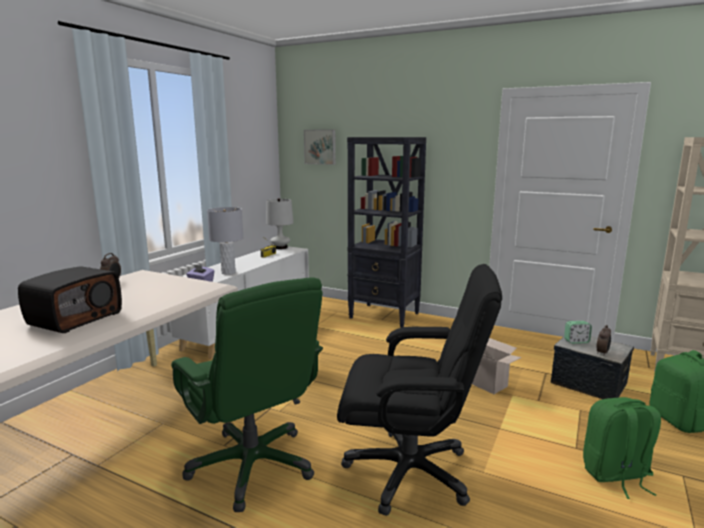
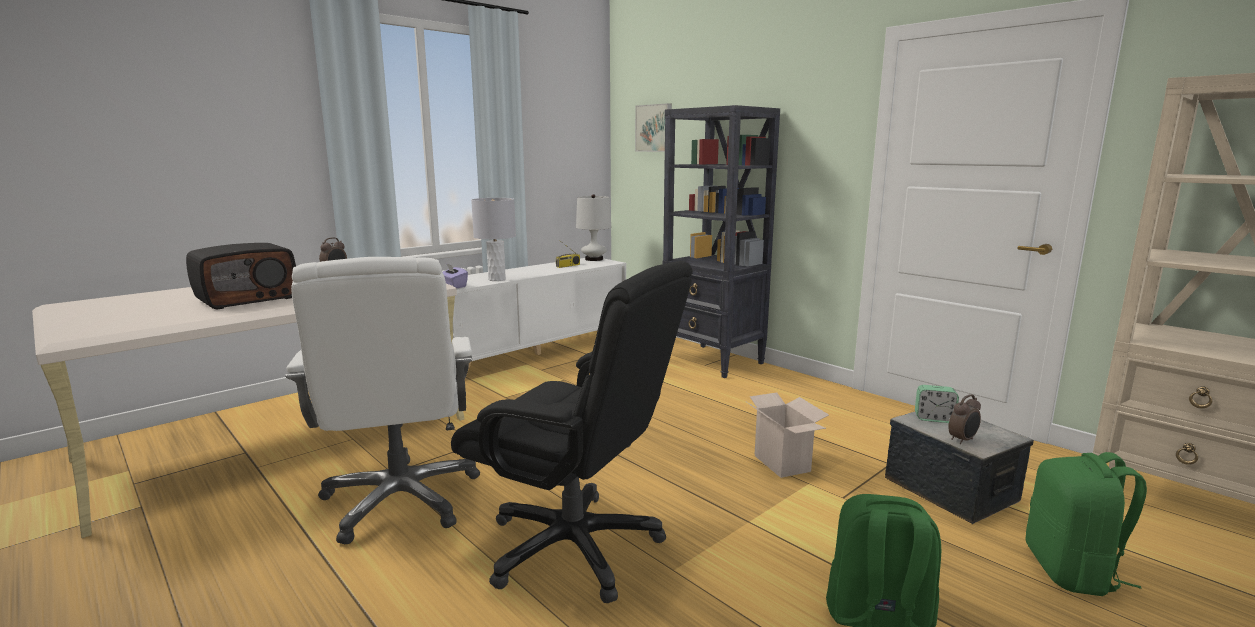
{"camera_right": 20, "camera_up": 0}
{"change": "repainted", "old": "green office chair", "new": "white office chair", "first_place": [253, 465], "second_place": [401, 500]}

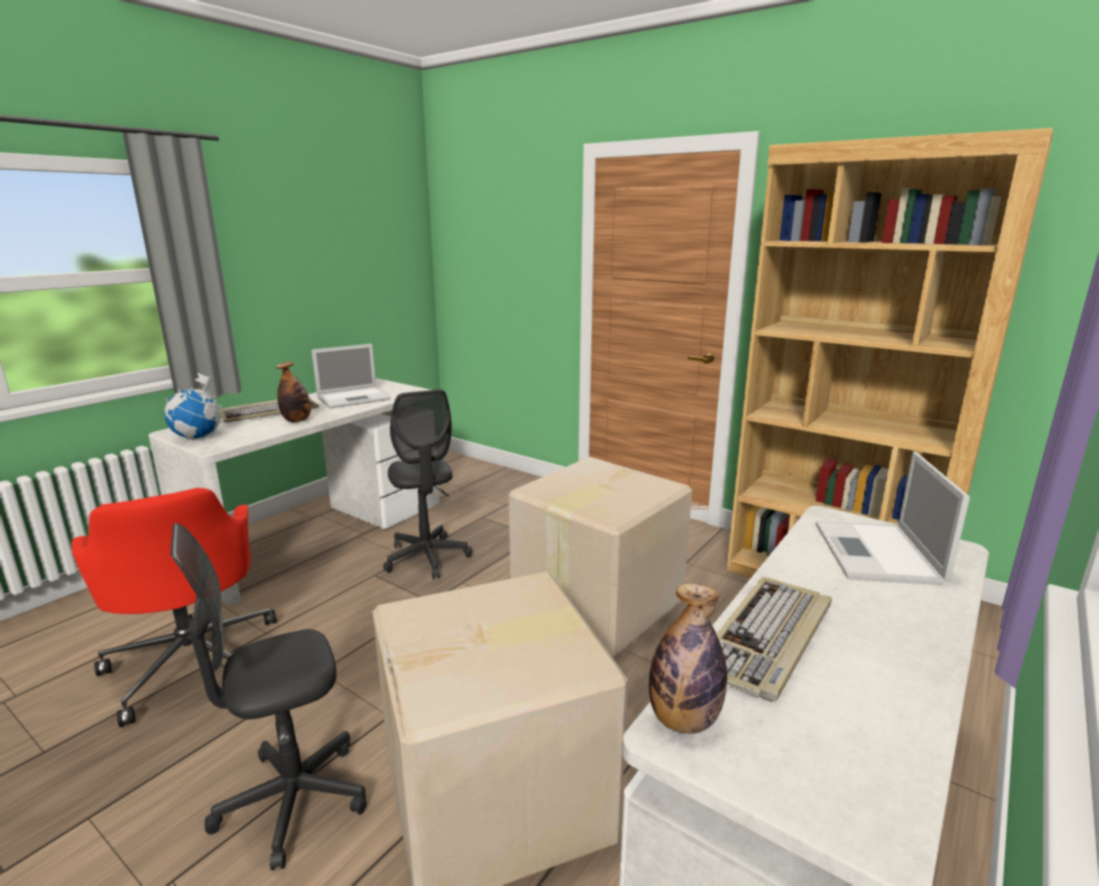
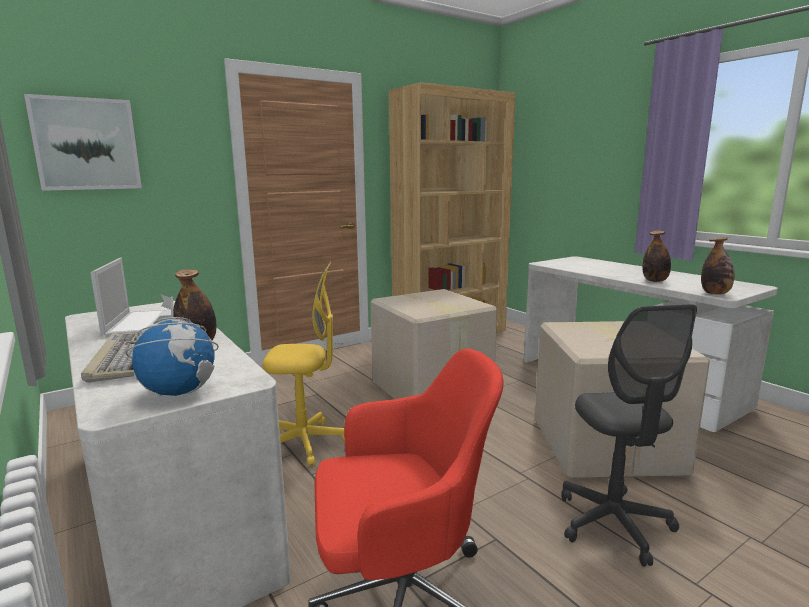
{"camera_right": -70, "camera_up": -5}
{"change": "gone", "old": "laptop", "first_place": [878, 554]}
{"change": "new", "new": "picture", "second_place": [86, 144]}
{"change": "swapped", "old": "keyboard", "new": "bottle", "first_place": [767, 640], "second_place": [655, 281]}
{"change": "repainted", "old": "grey office chair", "new": "yellow office chair", "first_place": [427, 558], "second_place": [305, 444]}

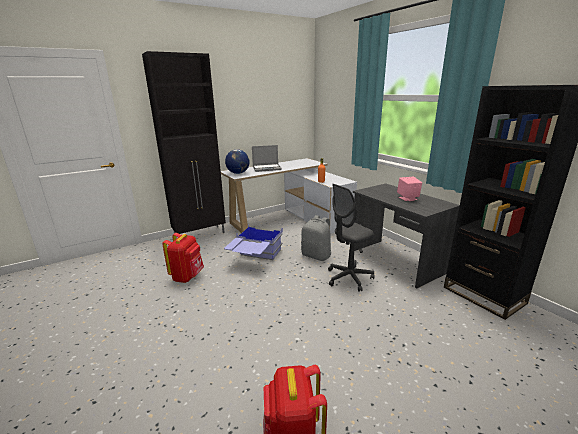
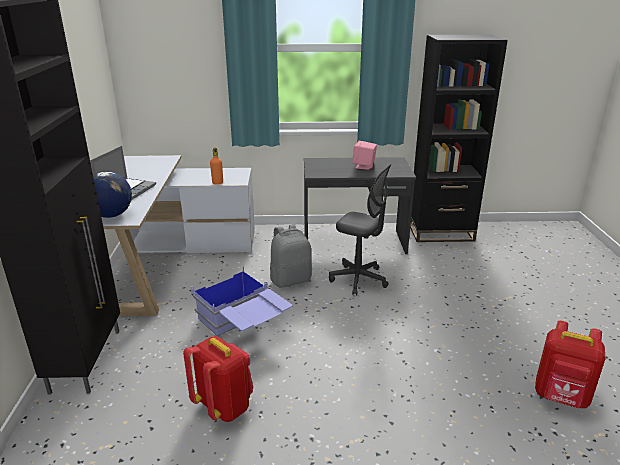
{"camera_right": -60, "camera_up": 5}
{"change": "rotated", "old": "grey office chair", "first_place": [349, 278], "second_place": [358, 279], "degrees": -60}

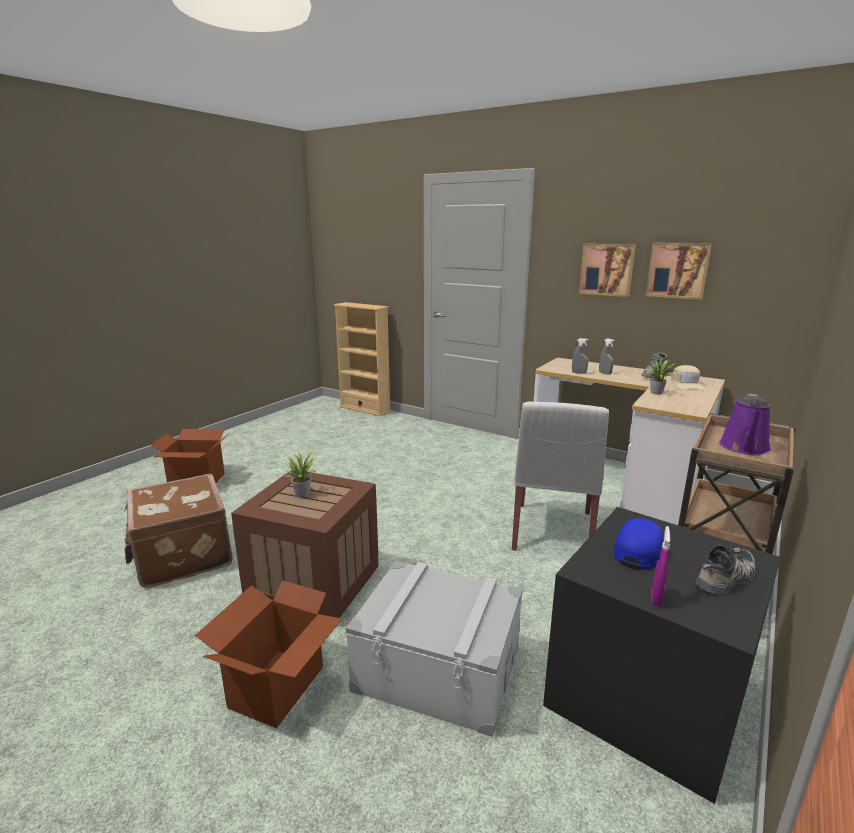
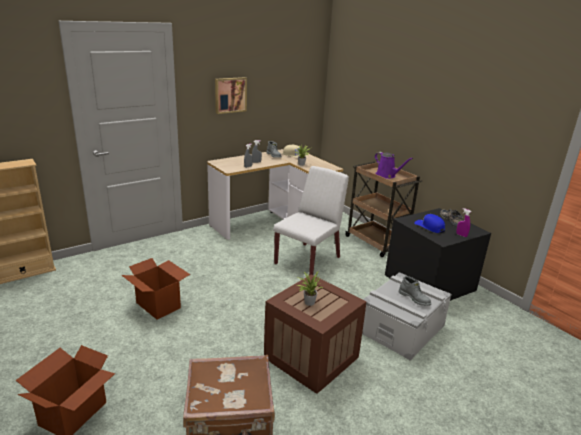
{"camera_right": -70, "camera_up": 5}
{"change": "gone", "old": "picture", "first_place": [678, 270]}
{"change": "new", "new": "grey boot", "second_place": [414, 298]}
{"change": "shifted", "old": "cardboard box", "first_place": [278, 687], "second_place": [159, 305]}
{"change": "rotated", "old": "white chair", "first_place": [552, 531], "second_place": [308, 260], "degrees": -90}

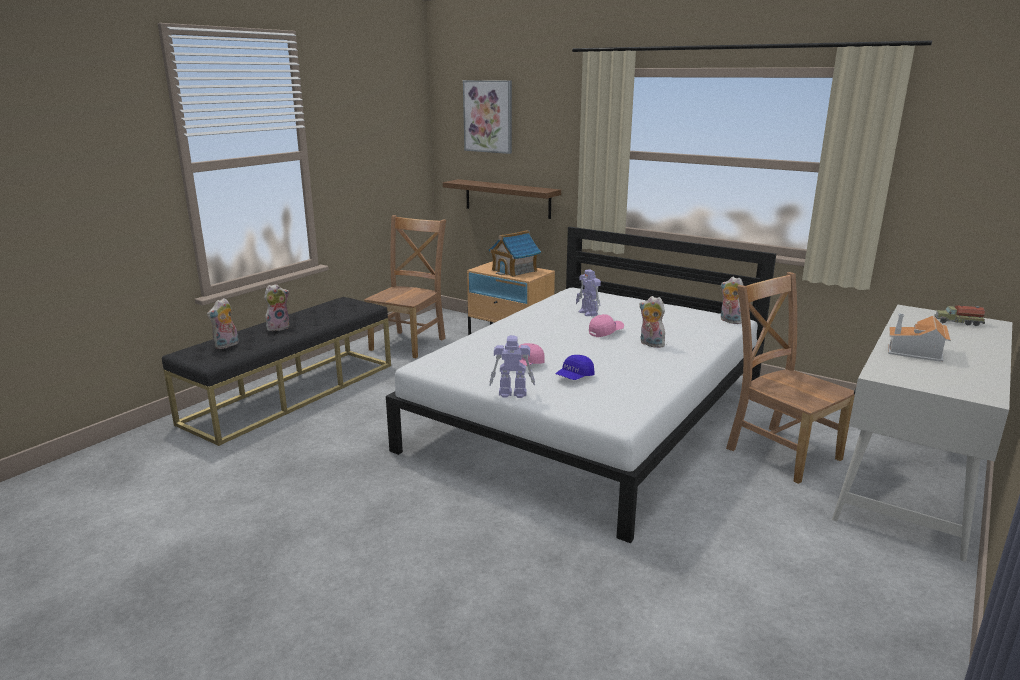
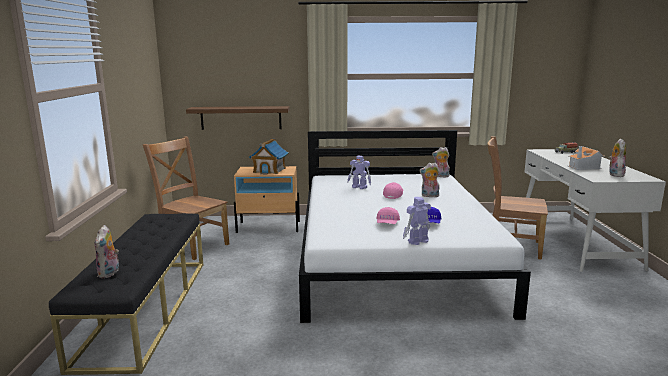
{"camera_right": -35, "camera_up": -5}
{"change": "gone", "old": "picture", "first_place": [488, 116]}
{"change": "shifted", "old": "plush toy", "first_place": [278, 327], "second_place": [614, 174]}
{"change": "rotated", "old": "brown chair", "first_place": [409, 343], "second_place": [193, 246], "degrees": -45}

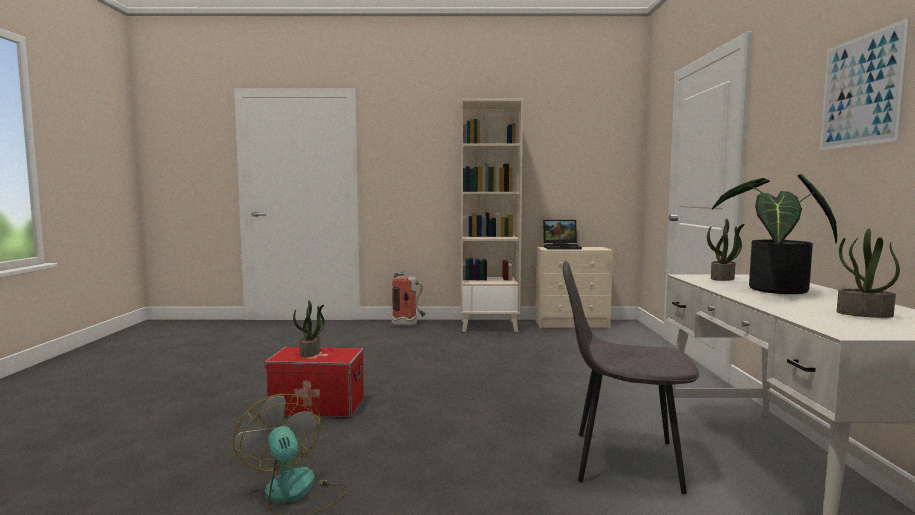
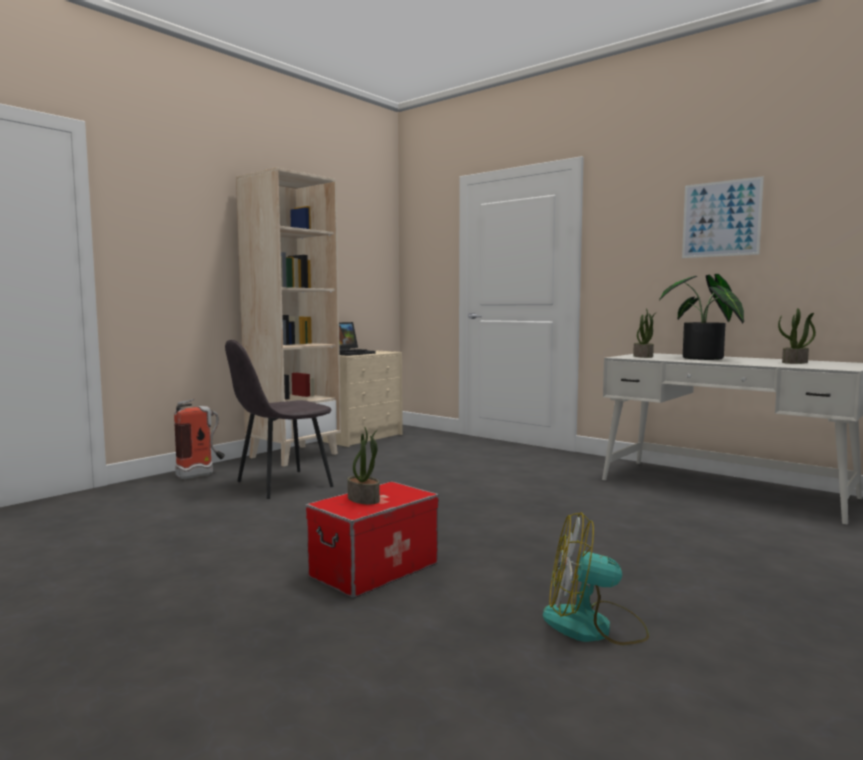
{"camera_right": -50, "camera_up": 0}
{"change": "shifted", "old": "grey chair", "first_place": [622, 460], "second_place": [281, 485]}

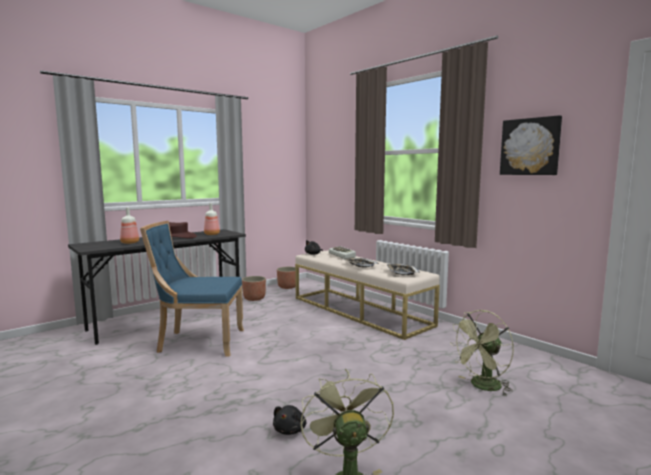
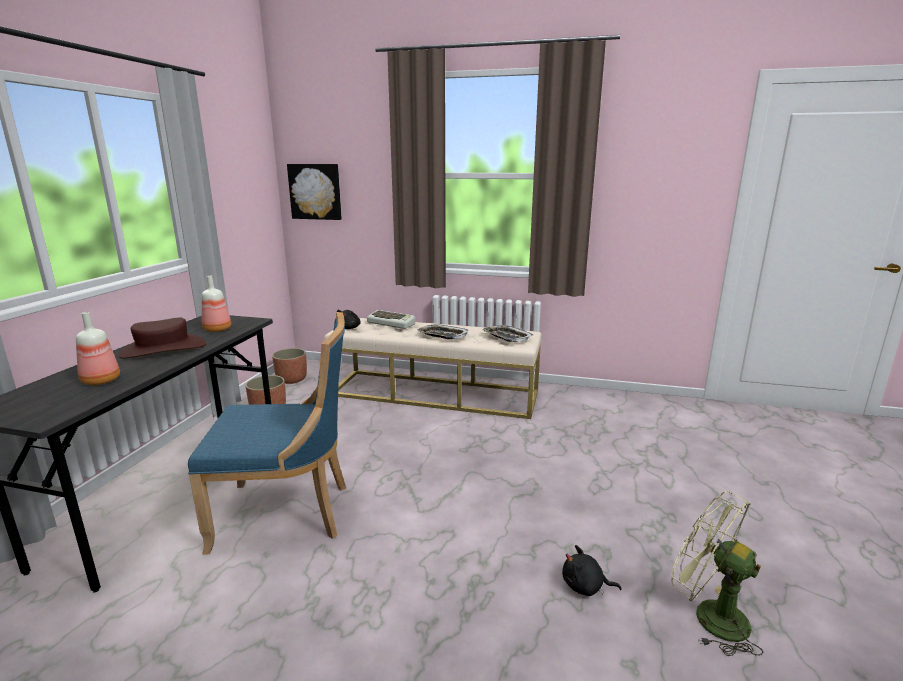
{"camera_right": -35, "camera_up": 10}
{"change": "gone", "old": "green fan", "first_place": [482, 387]}
{"change": "shifted", "old": "picture", "first_place": [530, 147], "second_place": [315, 191]}
{"change": "rotated", "old": "blue chair", "first_place": [198, 342], "second_place": [288, 513], "degrees": -150}
{"change": "rotated", "old": "black plush toy", "first_place": [290, 430], "second_place": [585, 586], "degrees": 120}

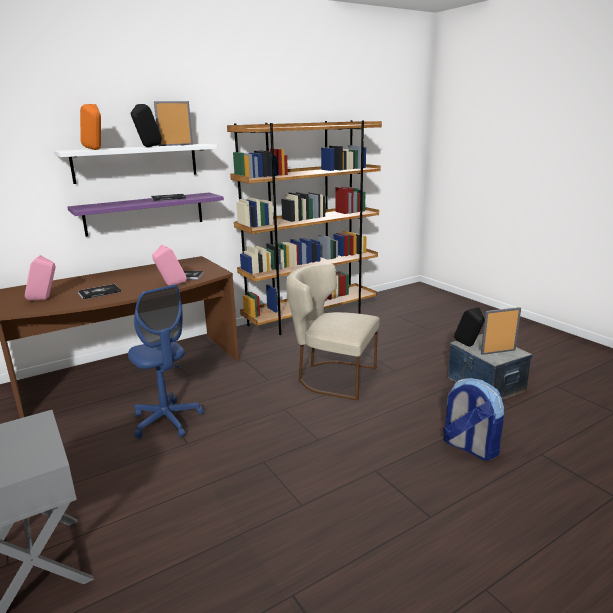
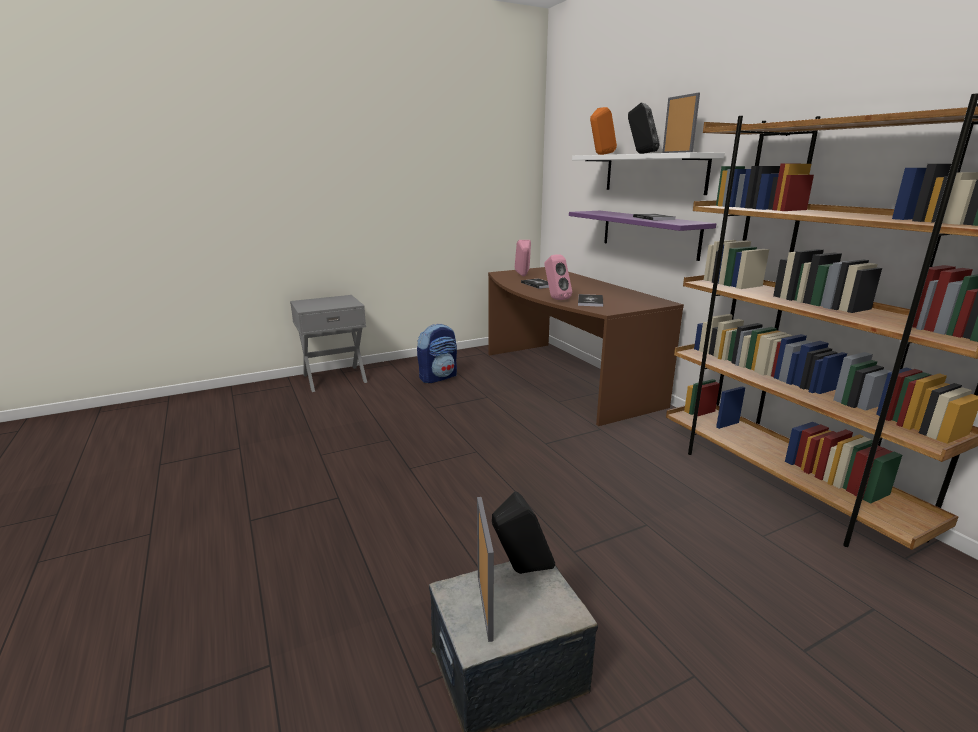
{"camera_right": 95, "camera_up": 0}
{"change": "gone", "old": "blue office chair", "first_place": [167, 421]}
{"change": "gone", "old": "beige chair", "first_place": [332, 377]}
{"change": "shifted", "old": "backpack", "first_place": [469, 447], "second_place": [438, 377]}

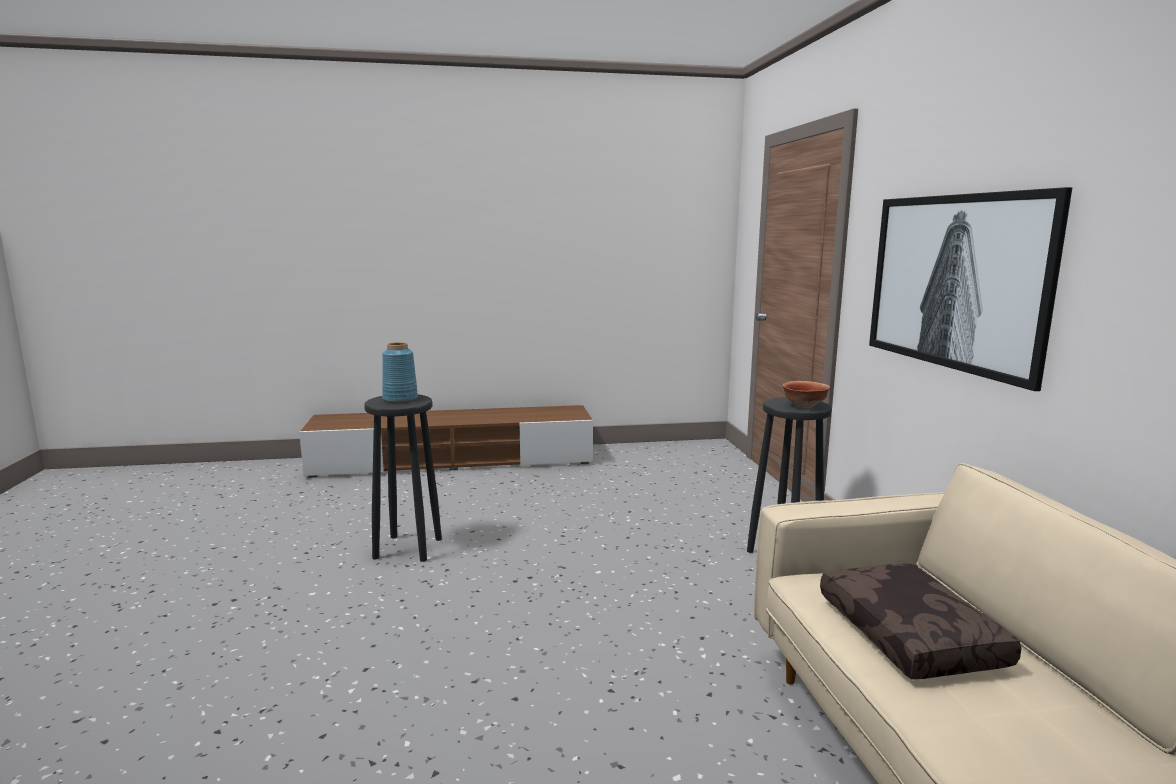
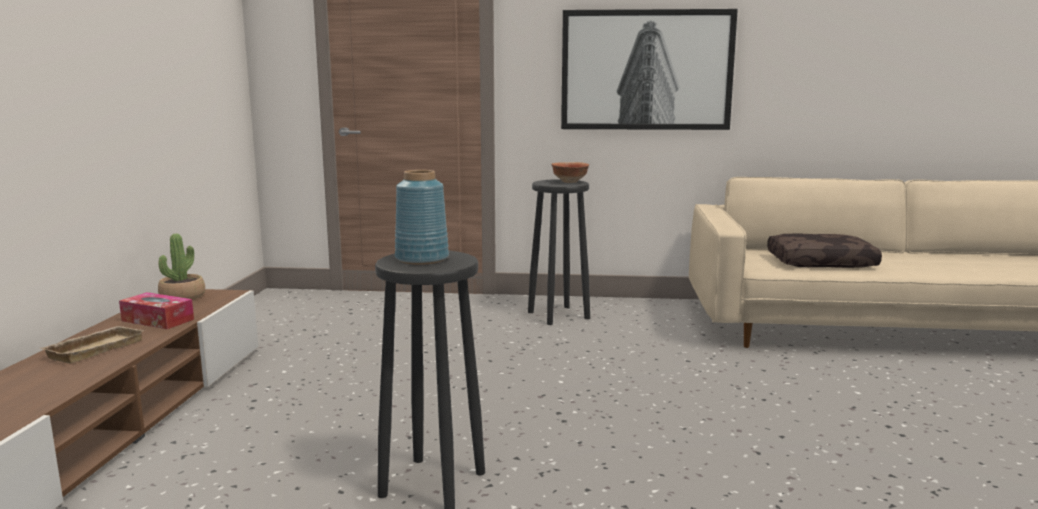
{"camera_right": -75, "camera_up": 0}
{"change": "new", "new": "beige tray", "second_place": [94, 348]}
{"change": "new", "new": "tissue box", "second_place": [158, 320]}
{"change": "new", "new": "potted plant", "second_place": [182, 296]}

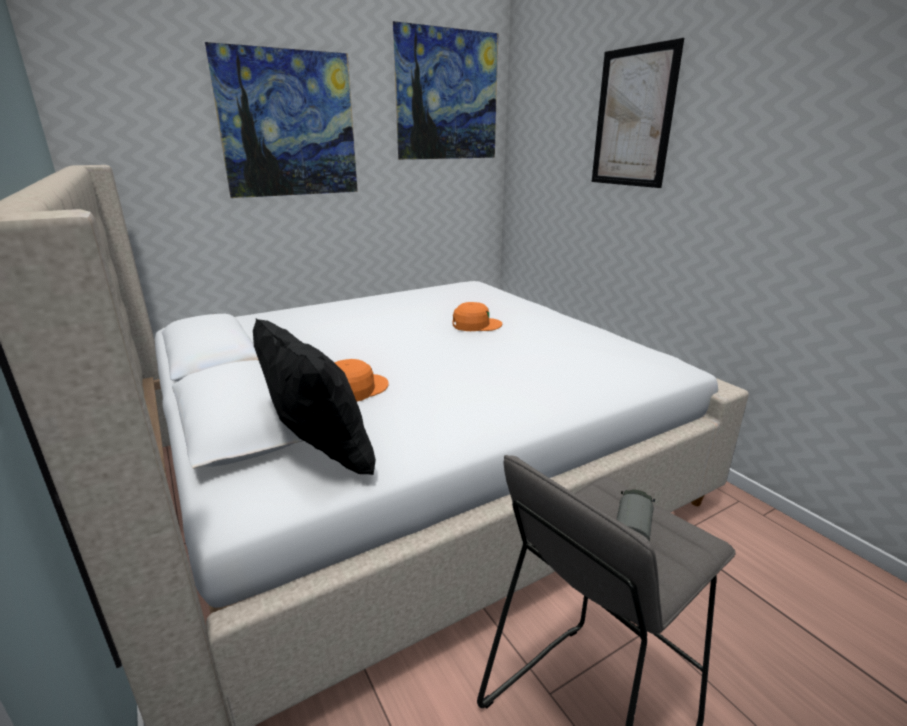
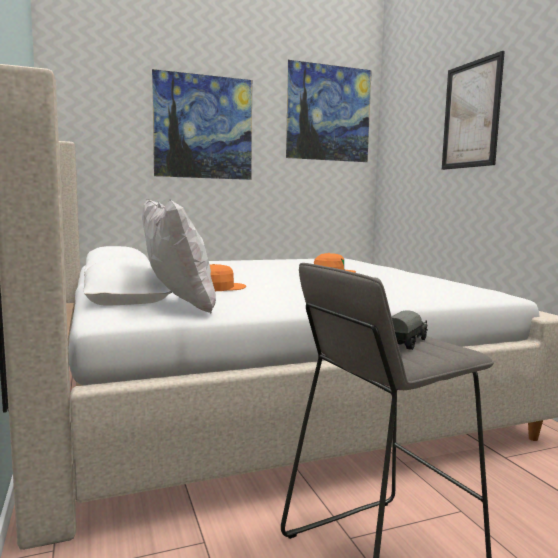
{"camera_right": 10, "camera_up": -15}
{"change": "repainted", "old": "black pillow", "new": "white pillow", "first_place": [321, 458], "second_place": [178, 307]}

